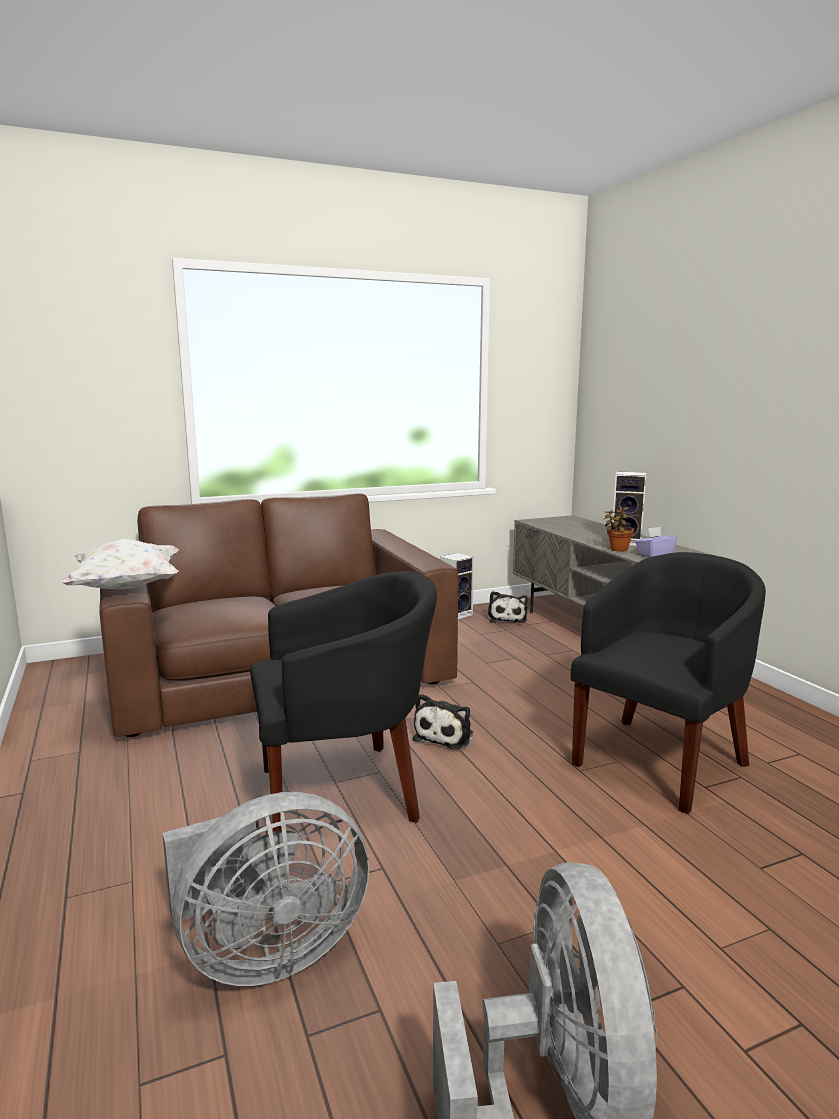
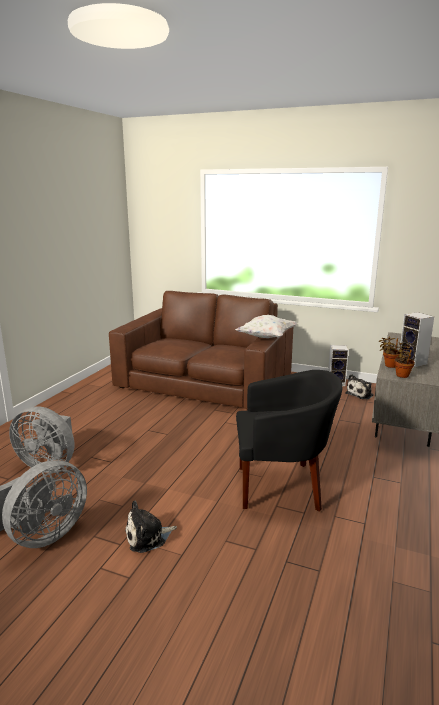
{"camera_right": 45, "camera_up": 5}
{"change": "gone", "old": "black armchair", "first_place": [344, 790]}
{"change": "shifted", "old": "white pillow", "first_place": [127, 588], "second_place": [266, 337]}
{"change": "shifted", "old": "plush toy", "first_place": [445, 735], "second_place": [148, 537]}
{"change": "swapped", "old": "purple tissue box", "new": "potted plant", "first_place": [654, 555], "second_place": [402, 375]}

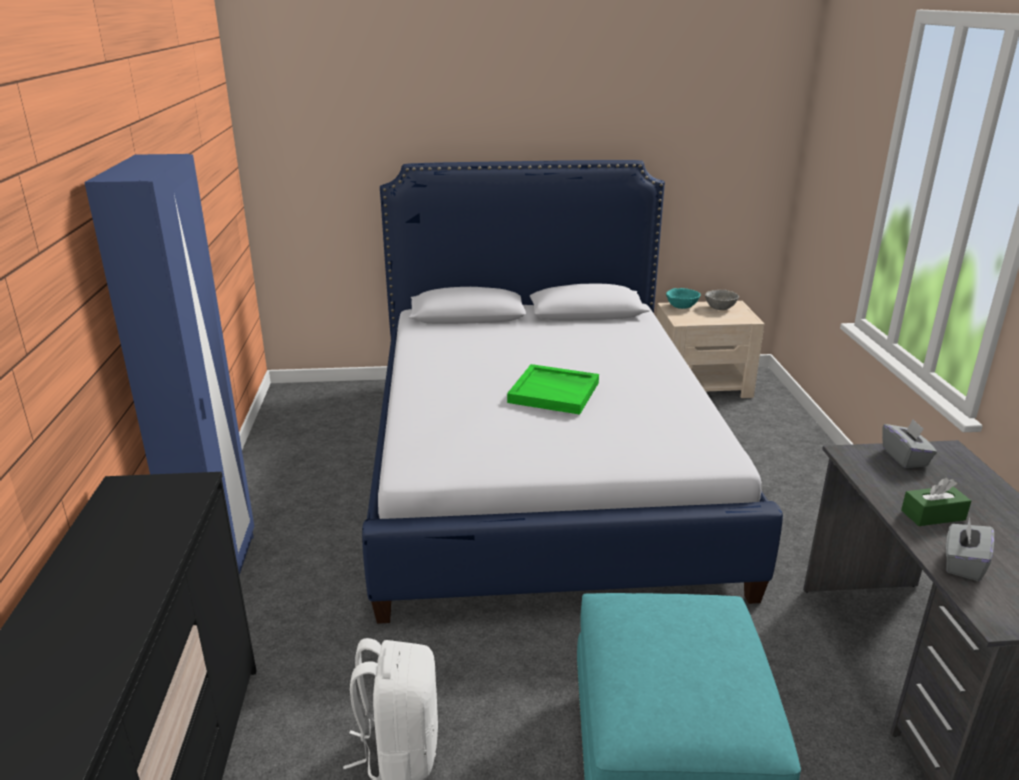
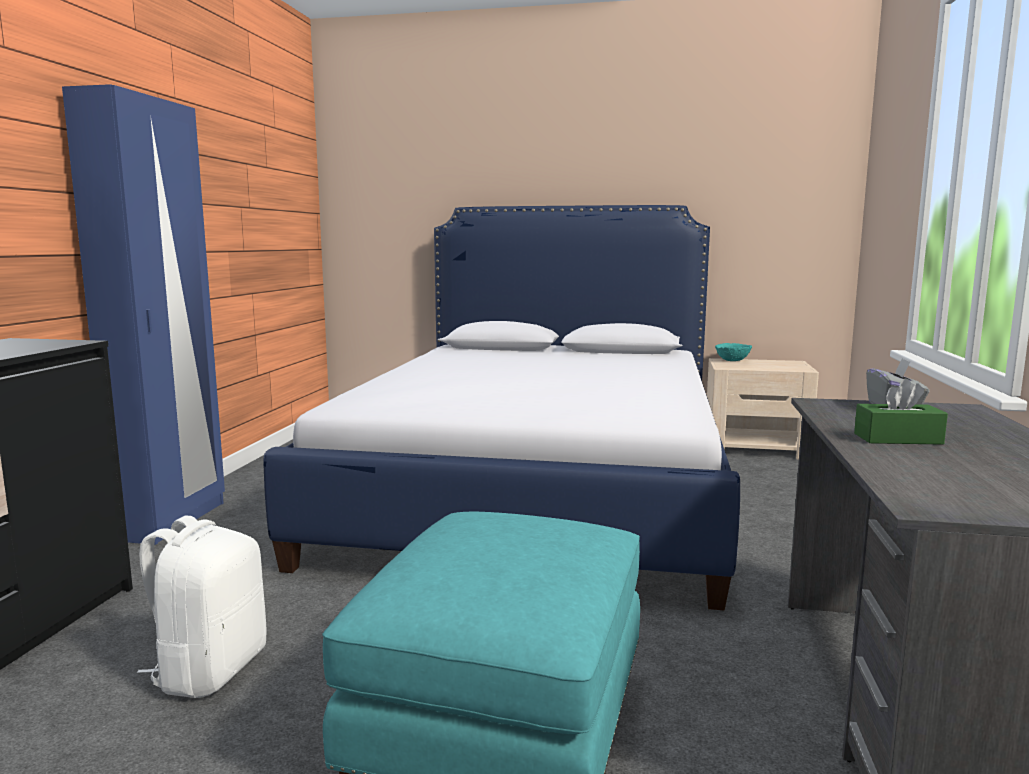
{"camera_right": 15, "camera_up": -15}
{"change": "gone", "old": "green tray", "first_place": [555, 392]}
{"change": "gone", "old": "grey bowl", "first_place": [720, 309]}
{"change": "gone", "old": "grey tissue box", "first_place": [963, 564]}

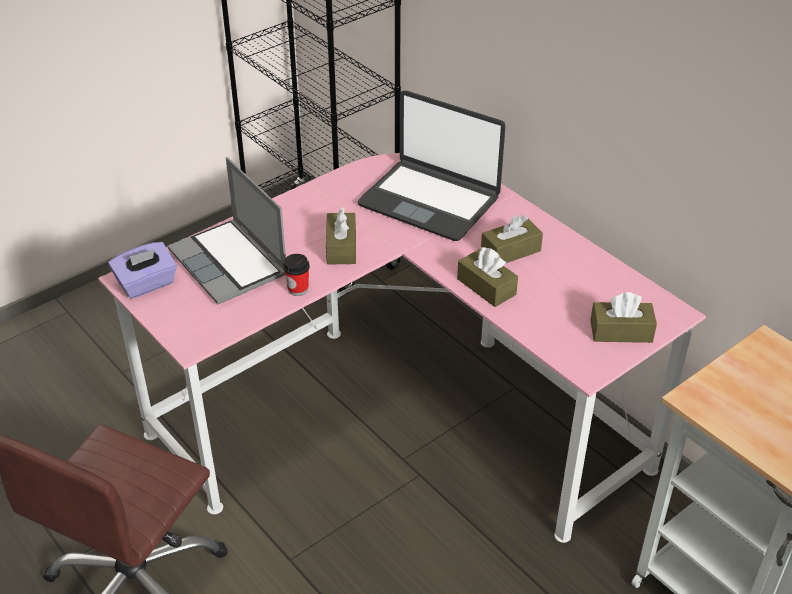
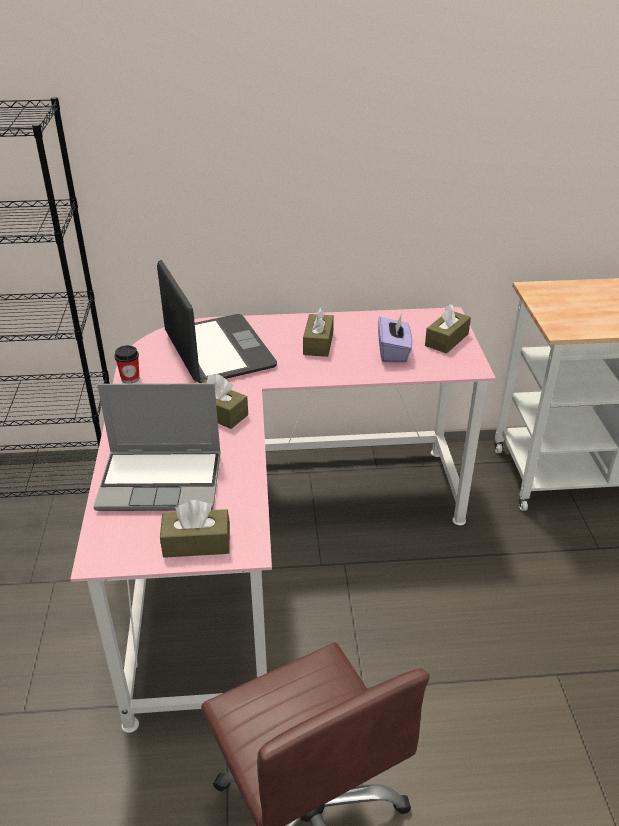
{"camera_right": -55, "camera_up": -5}
{"change": "shifted", "old": "purple tissue box", "first_place": [147, 284], "second_place": [393, 352]}
{"change": "shifted", "old": "cup", "first_place": [298, 289], "second_place": [130, 378]}
{"change": "shifted", "old": "brown tissue box", "first_place": [486, 287], "second_place": [196, 543]}
{"change": "rotated", "old": "laptop", "first_place": [430, 201], "second_place": [218, 351], "degrees": -90}

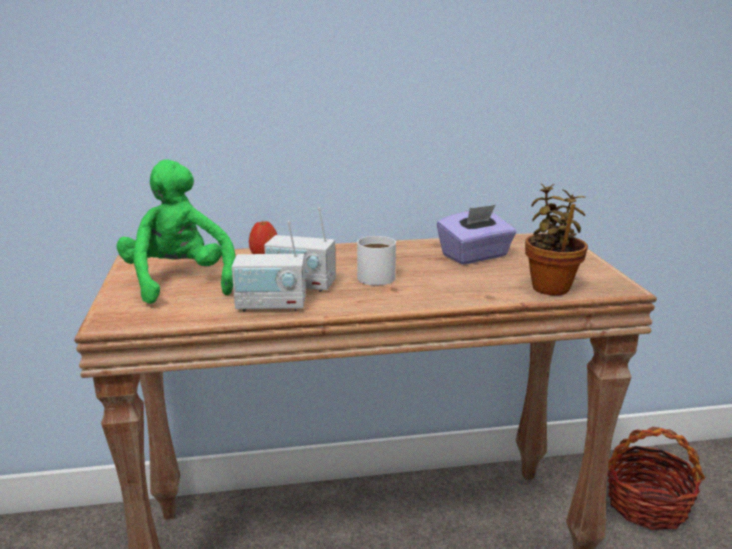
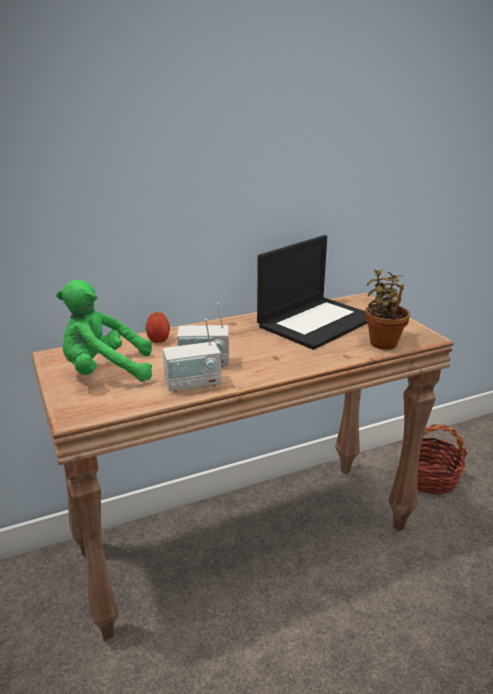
{"camera_right": -15, "camera_up": 5}
{"change": "gone", "old": "white mug", "first_place": [375, 275]}
{"change": "swapped", "old": "purple tissue box", "new": "laptop", "first_place": [475, 256], "second_place": [317, 321]}
{"change": "rotated", "old": "green plush toy", "first_place": [179, 282], "second_place": [105, 372], "degrees": -60}

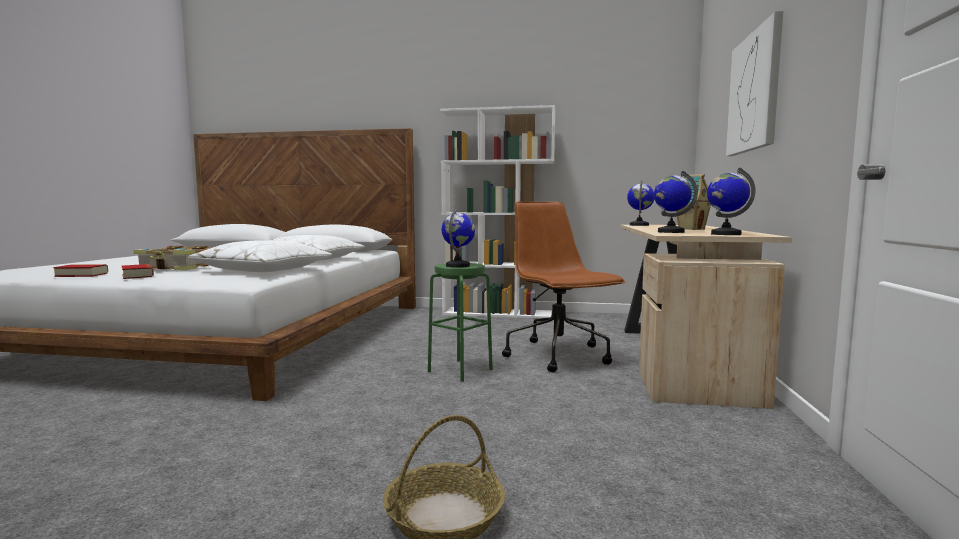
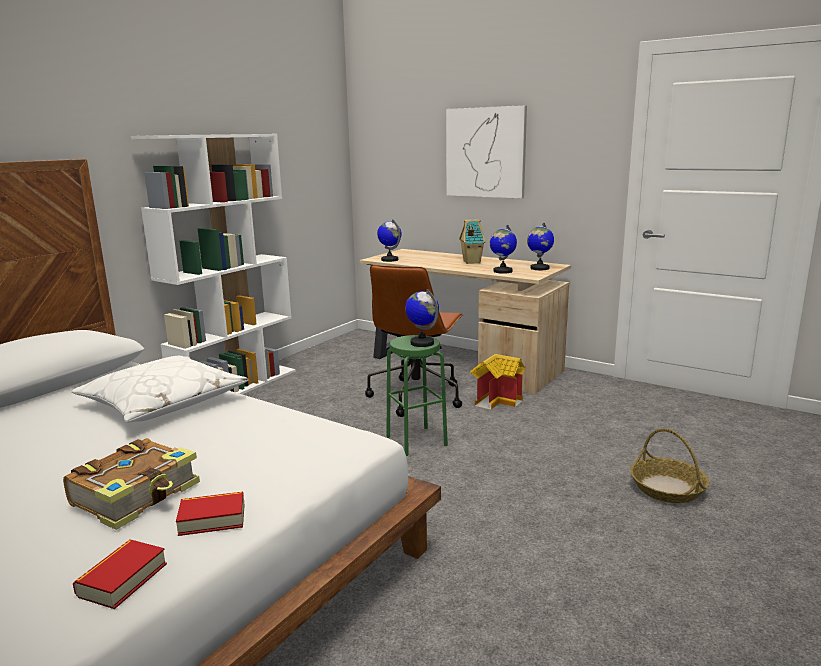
{"camera_right": -65, "camera_up": 10}
{"change": "gone", "old": "white pillow", "first_place": [263, 270]}
{"change": "new", "new": "toy house", "second_place": [498, 400]}
{"change": "rotated", "old": "brown office chair", "first_place": [559, 356], "second_place": [416, 396], "degrees": -75}

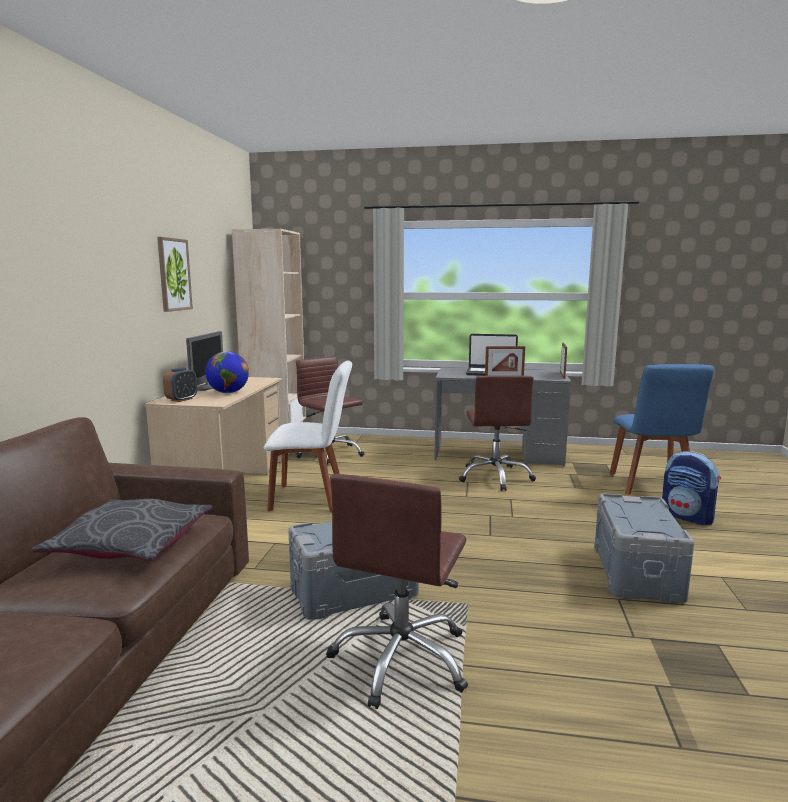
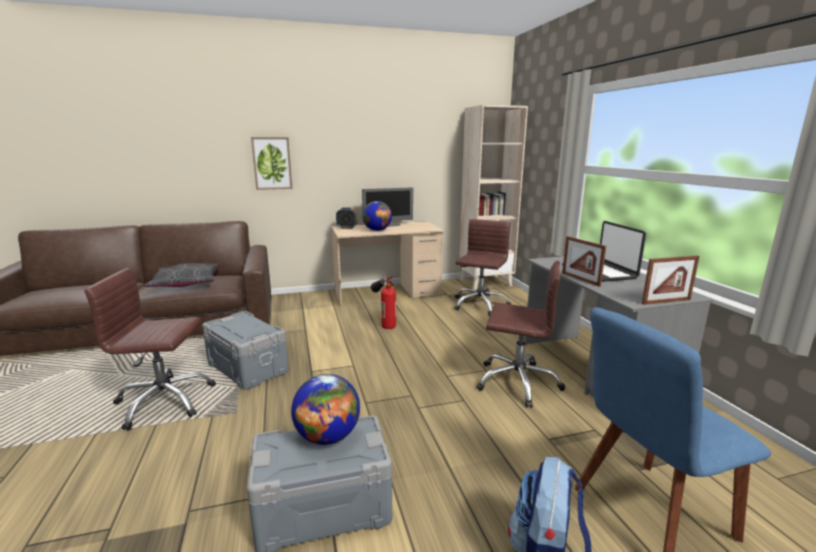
{"camera_right": 65, "camera_up": 5}
{"change": "new", "new": "globe", "second_place": [328, 436]}
{"change": "shifted", "old": "picture", "first_place": [173, 274], "second_place": [272, 163]}
{"change": "swapped", "old": "white chair", "new": "fire extinguisher", "first_place": [312, 498], "second_place": [384, 321]}
{"change": "rotated", "old": "brown office chair", "first_place": [495, 477], "second_place": [517, 382], "degrees": -135}

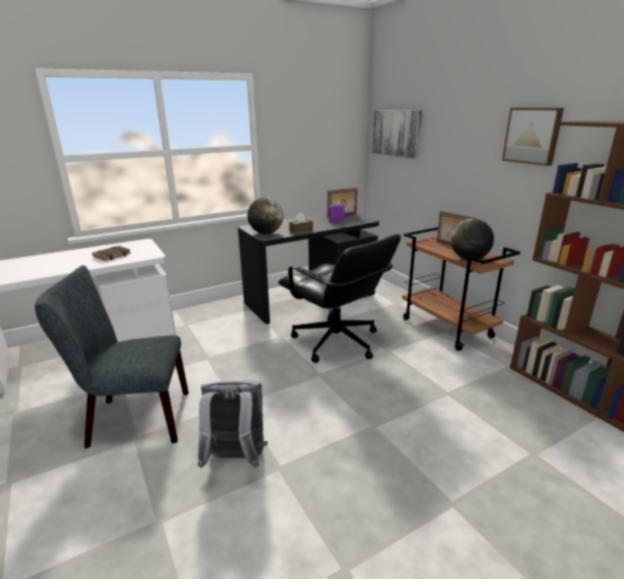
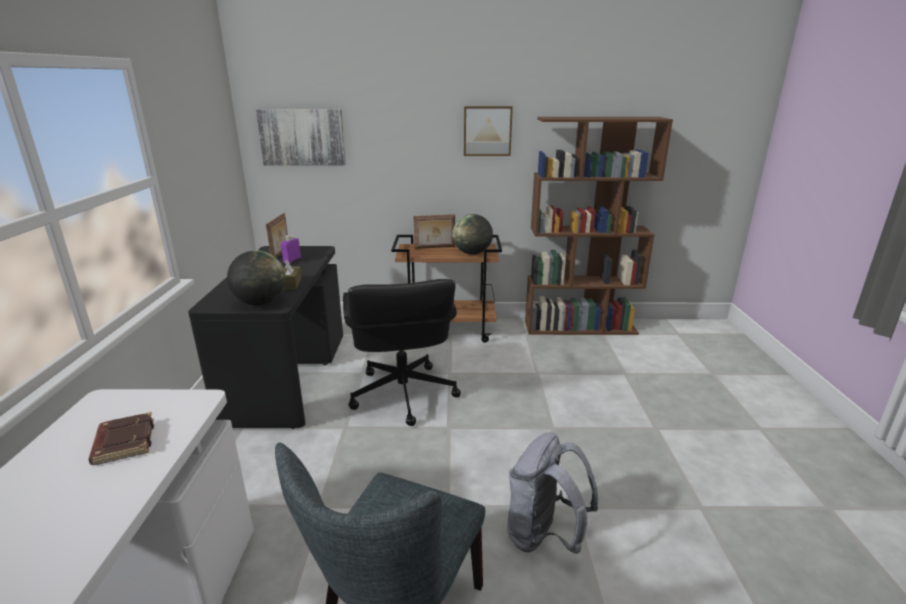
{"camera_right": -60, "camera_up": 0}
{"change": "rotated", "old": "black office chair", "first_place": [336, 342], "second_place": [402, 395], "degrees": 90}

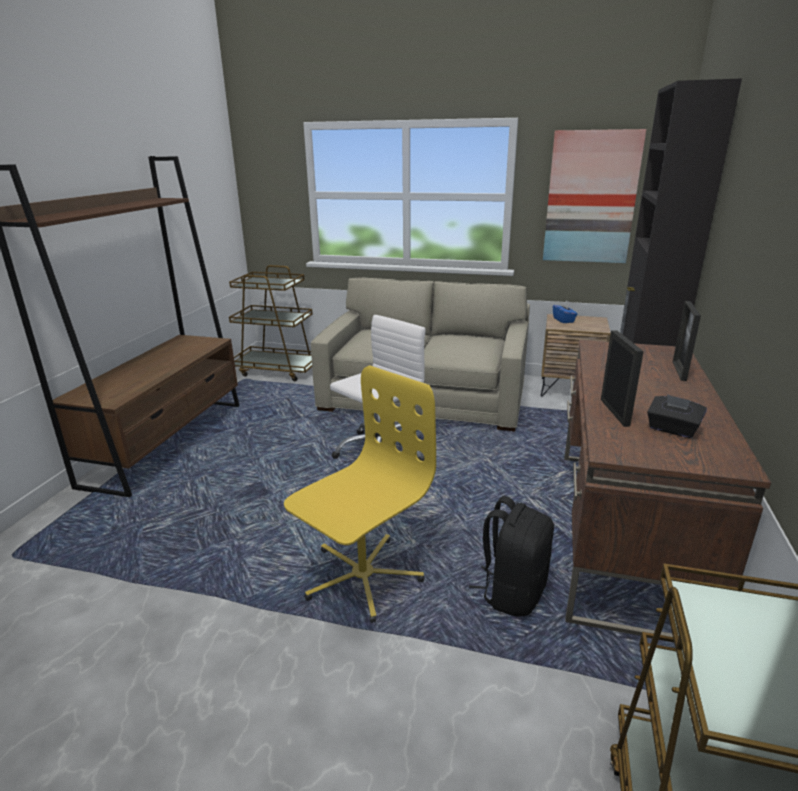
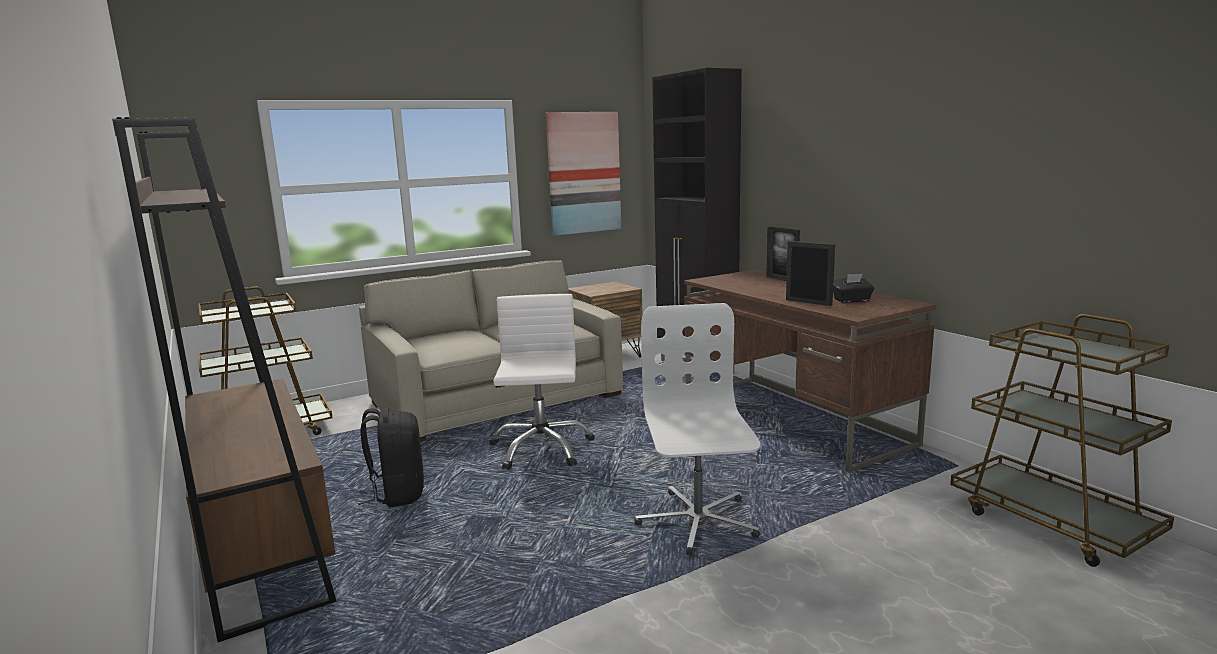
{"camera_right": -45, "camera_up": -10}
{"change": "gone", "old": "blue tissue box", "first_place": [563, 320]}
{"change": "shifted", "old": "black backpack", "first_place": [512, 592], "second_place": [397, 494]}
{"change": "repainted", "old": "yellow office chair", "new": "white office chair", "first_place": [362, 577], "second_place": [697, 522]}

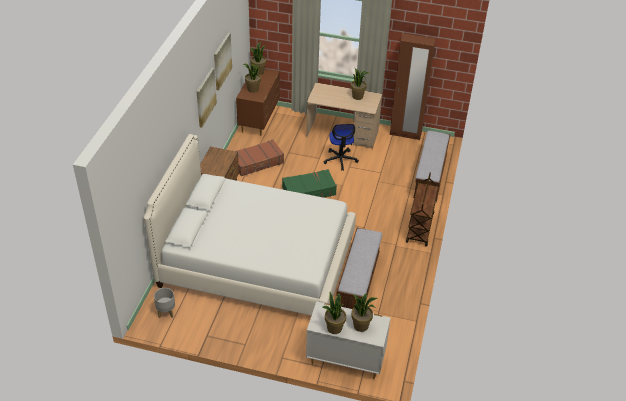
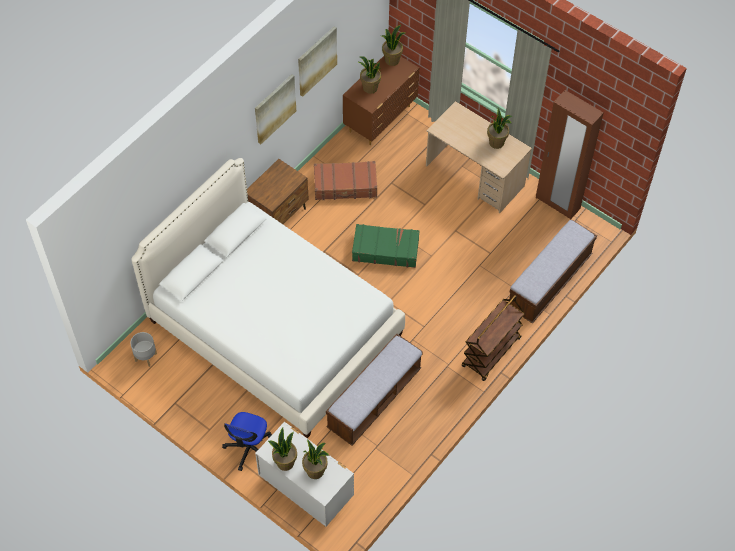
{"camera_right": 25, "camera_up": 15}
{"change": "shifted", "old": "office chair", "first_place": [340, 160], "second_place": [249, 448]}

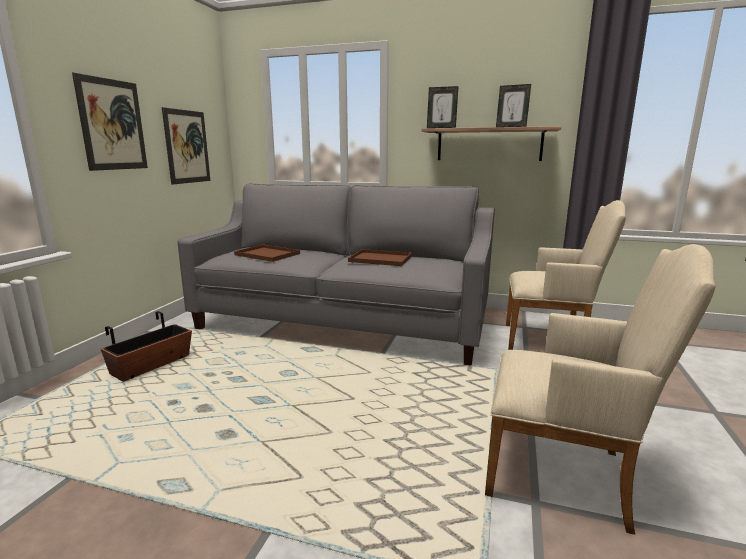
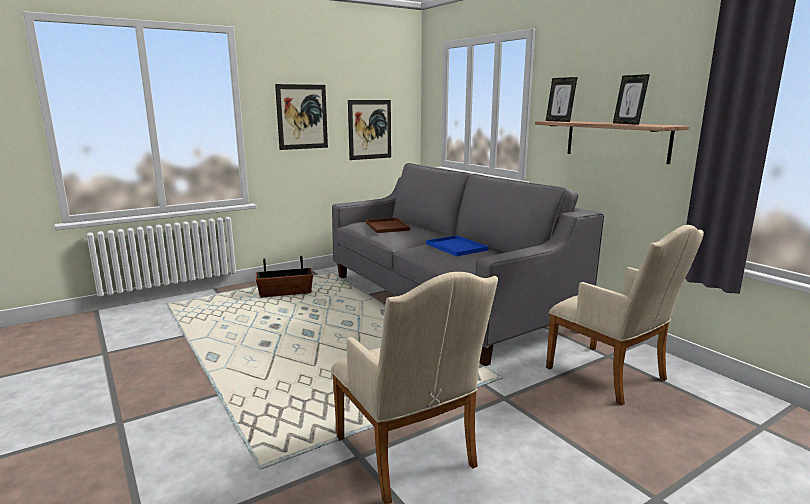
{"camera_right": 40, "camera_up": 0}
{"change": "repainted", "old": "brown tray", "new": "blue tray", "first_place": [382, 259], "second_place": [457, 247]}

